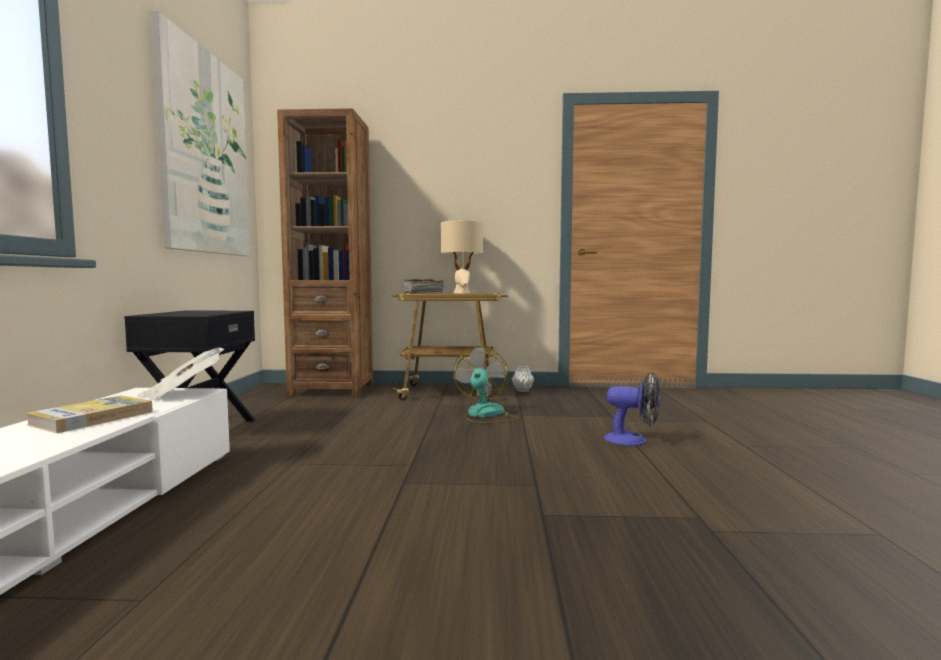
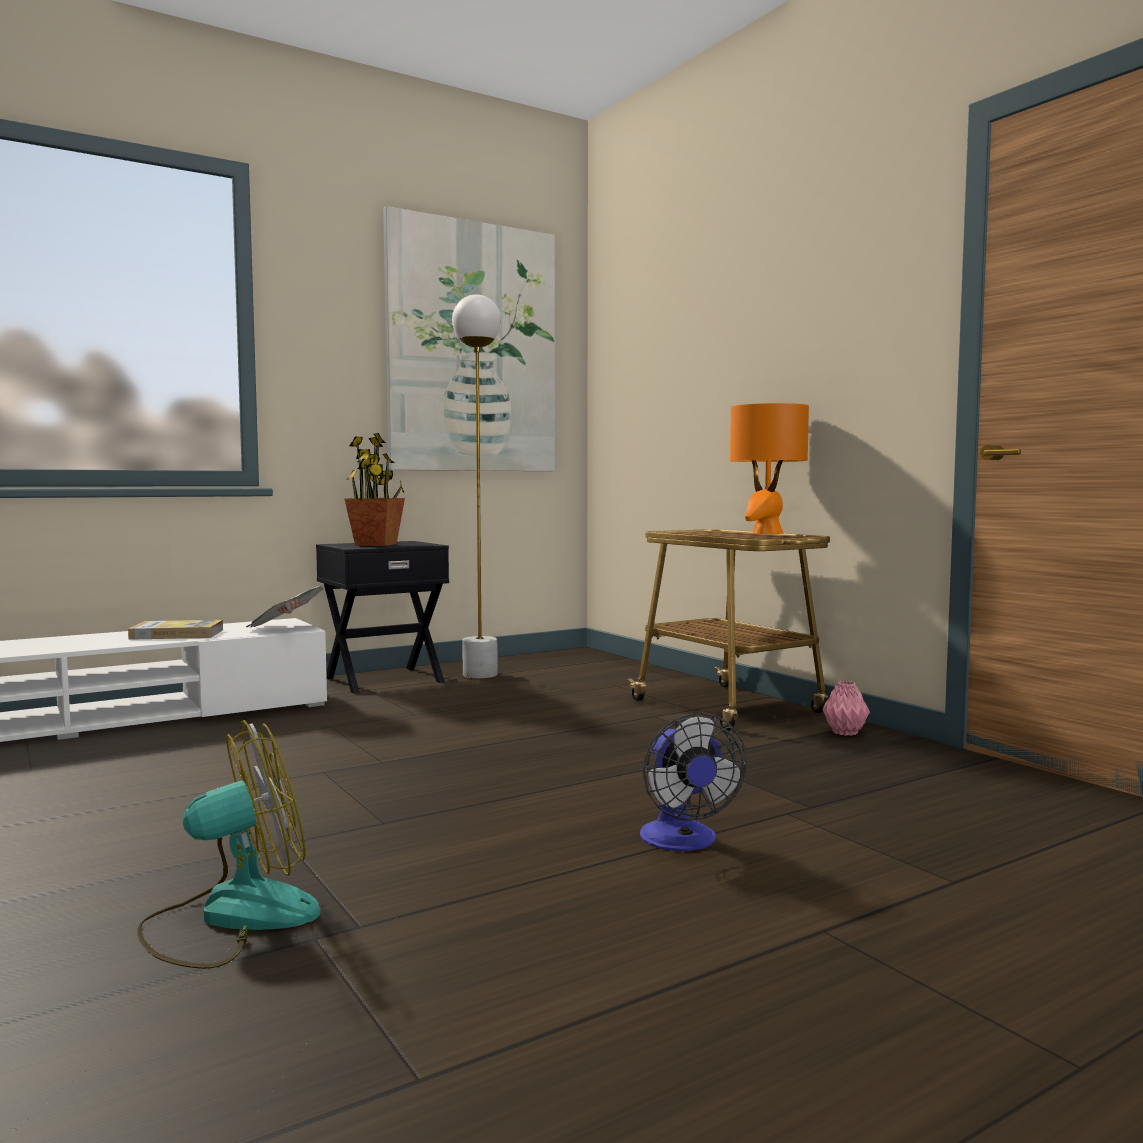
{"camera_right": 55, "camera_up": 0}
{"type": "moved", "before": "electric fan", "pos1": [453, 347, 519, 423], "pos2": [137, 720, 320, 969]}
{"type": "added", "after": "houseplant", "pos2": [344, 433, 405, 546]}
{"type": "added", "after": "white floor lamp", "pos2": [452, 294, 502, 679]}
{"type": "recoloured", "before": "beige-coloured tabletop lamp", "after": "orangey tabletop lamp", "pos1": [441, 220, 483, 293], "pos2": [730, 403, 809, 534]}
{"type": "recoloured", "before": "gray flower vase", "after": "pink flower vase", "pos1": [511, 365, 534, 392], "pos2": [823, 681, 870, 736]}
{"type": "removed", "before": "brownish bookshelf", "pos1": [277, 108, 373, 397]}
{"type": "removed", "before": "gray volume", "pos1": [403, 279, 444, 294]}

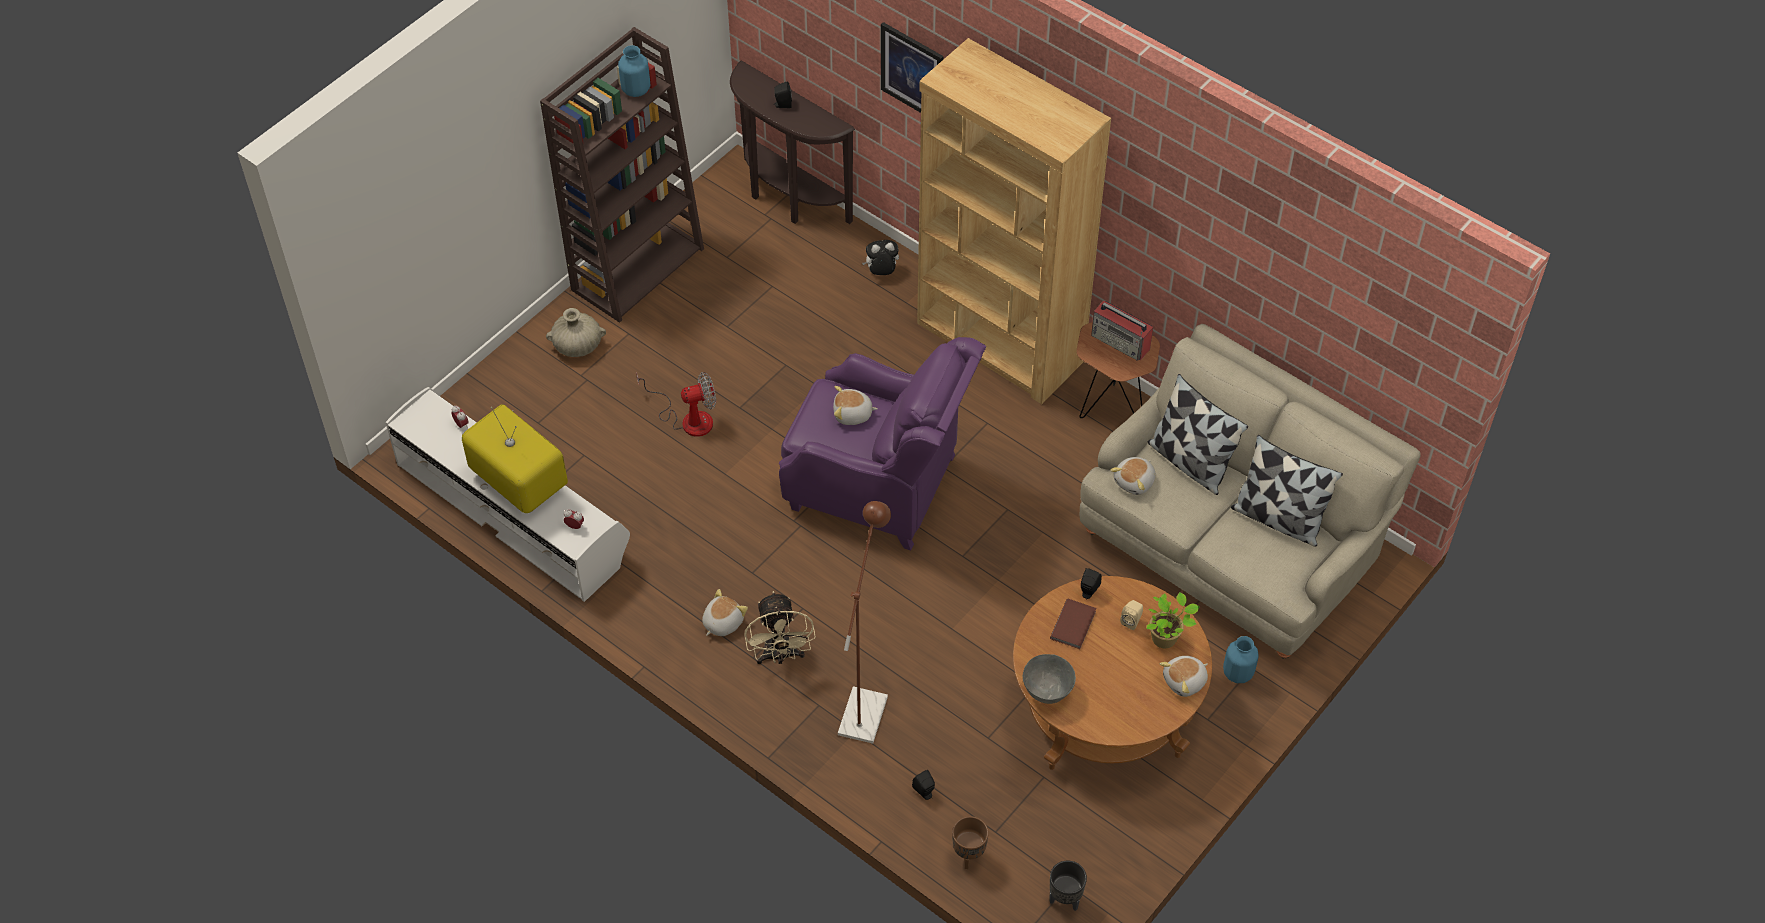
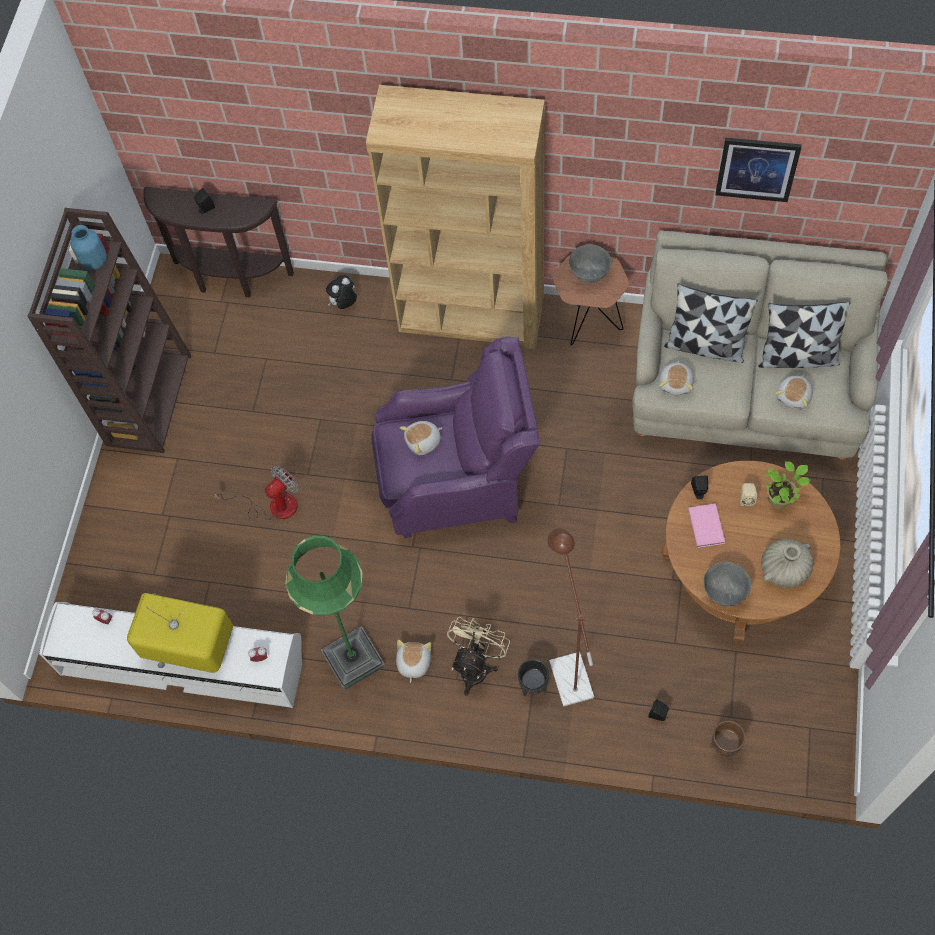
{"camera_right": -25, "camera_up": 10}
{"type": "added", "after": "green-coloured floor lamp", "pos2": [285, 536, 385, 691]}
{"type": "turned", "before": "beige-coloured electric fan", "pos1": [744, 591, 816, 664], "pos2": [447, 617, 510, 696], "turn": -120}
{"type": "moved", "before": "black-coloured flower pot", "pos1": [1049, 860, 1087, 911], "pos2": [518, 659, 549, 696]}
{"type": "replaced", "before": "radio set", "after": "gray bowl", "pos1": [1091, 300, 1153, 361], "pos2": [569, 245, 611, 283]}
{"type": "recoloured", "before": "brownish volume", "after": "pink volume", "pos1": [1050, 599, 1097, 649], "pos2": [688, 503, 725, 548]}
{"type": "moved", "before": "wall art", "pos1": [881, 22, 943, 113], "pos2": [715, 138, 802, 202]}
{"type": "moved", "before": "beige-coloured flower vase", "pos1": [546, 308, 606, 357], "pos2": [761, 539, 814, 588]}
{"type": "moved", "before": "cuddly toy", "pos1": [1160, 656, 1208, 697], "pos2": [775, 375, 813, 410]}
{"type": "removed", "before": "bluish flower vase", "pos1": [1223, 636, 1259, 683]}

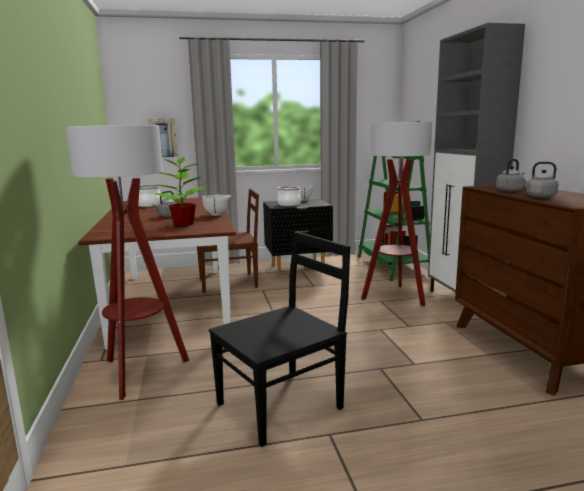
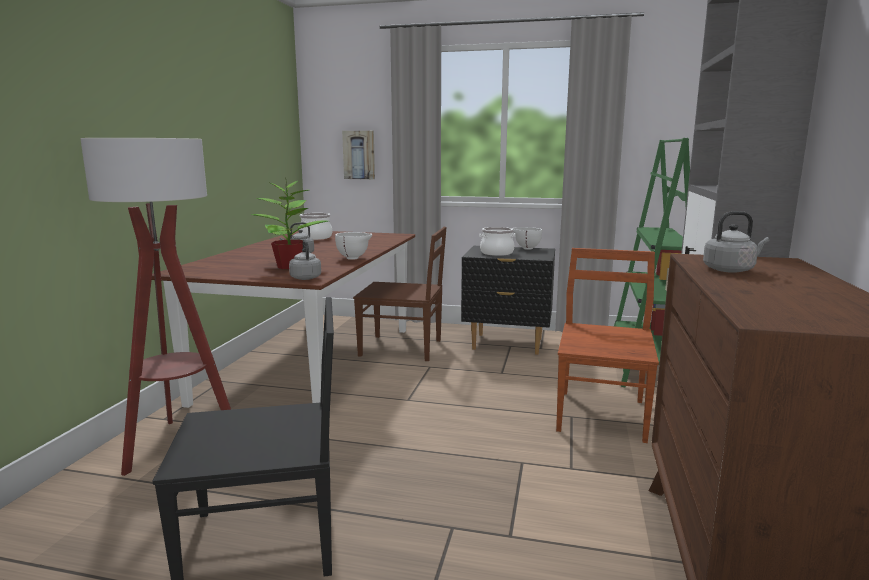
{"camera_right": 25, "camera_up": 0}
{"type": "moved", "before": "gray tea kettle", "pos1": [521, 162, 559, 198], "pos2": [289, 239, 321, 280]}
{"type": "replaced", "before": "floor lamp", "after": "brownish upright chair", "pos1": [361, 122, 432, 306], "pos2": [556, 248, 659, 443]}

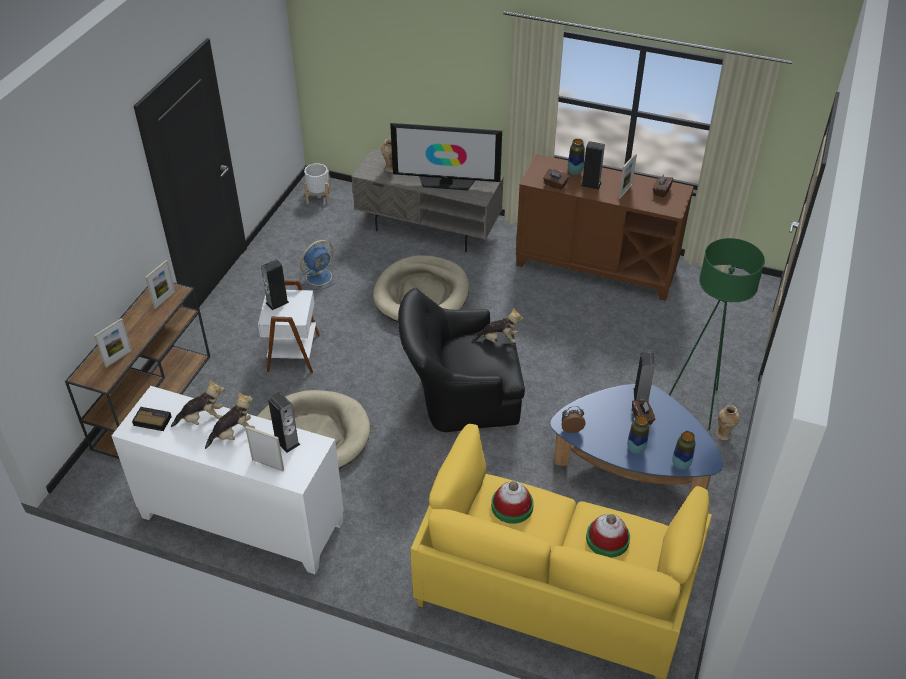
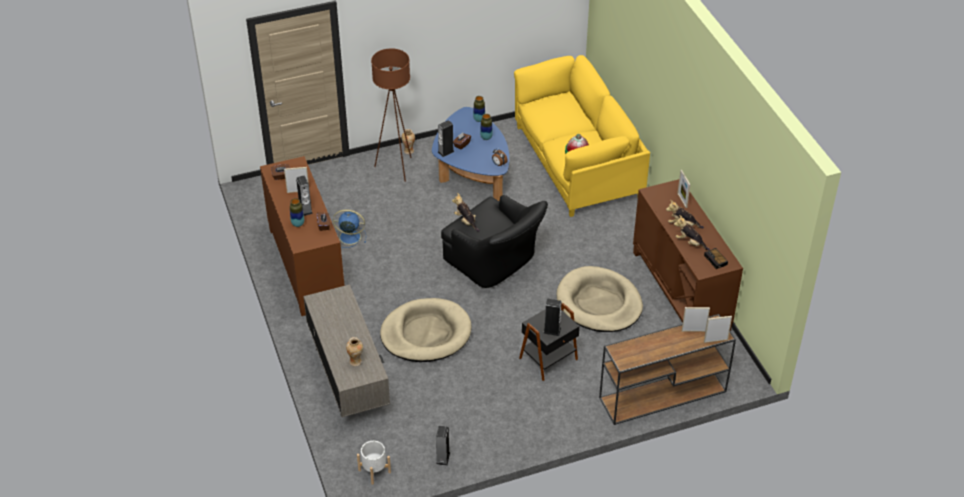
{"camera_right": -130, "camera_up": 0}
{"type": "moved", "before": "bluish electric fan", "pos1": [300, 240, 339, 290], "pos2": [333, 209, 366, 248]}
{"type": "recoloured", "before": "green-coloured floor lamp", "after": "brownish floor lamp", "pos1": [669, 238, 765, 430], "pos2": [371, 48, 412, 182]}
{"type": "moved", "before": "audio speaker", "pos1": [268, 392, 300, 453], "pos2": [436, 426, 450, 466]}
{"type": "recoloured", "before": "white side table", "after": "black-coloured side table", "pos1": [258, 280, 320, 373], "pos2": [519, 303, 580, 381]}
{"type": "recoloured", "before": "white cupboard", "after": "brownish cupboard", "pos1": [112, 386, 344, 574], "pos2": [633, 179, 743, 331]}
{"type": "moved", "before": "picture frame", "pos1": [145, 260, 175, 309], "pos2": [704, 316, 732, 343]}
{"type": "removed", "before": "TV set", "pos1": [390, 123, 502, 190]}
{"type": "removed", "before": "clothing hat", "pos1": [586, 514, 630, 558]}

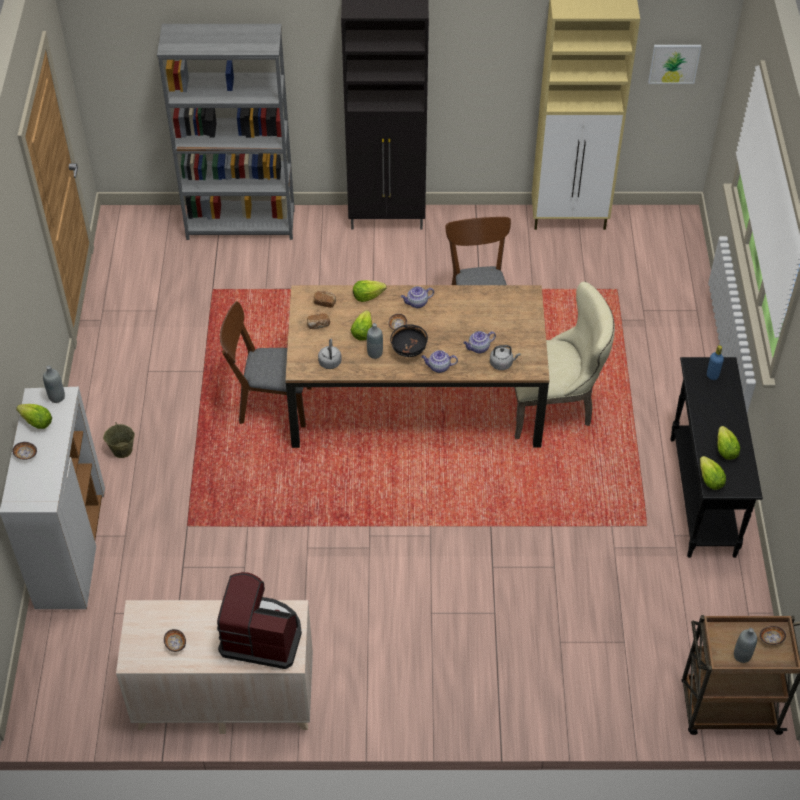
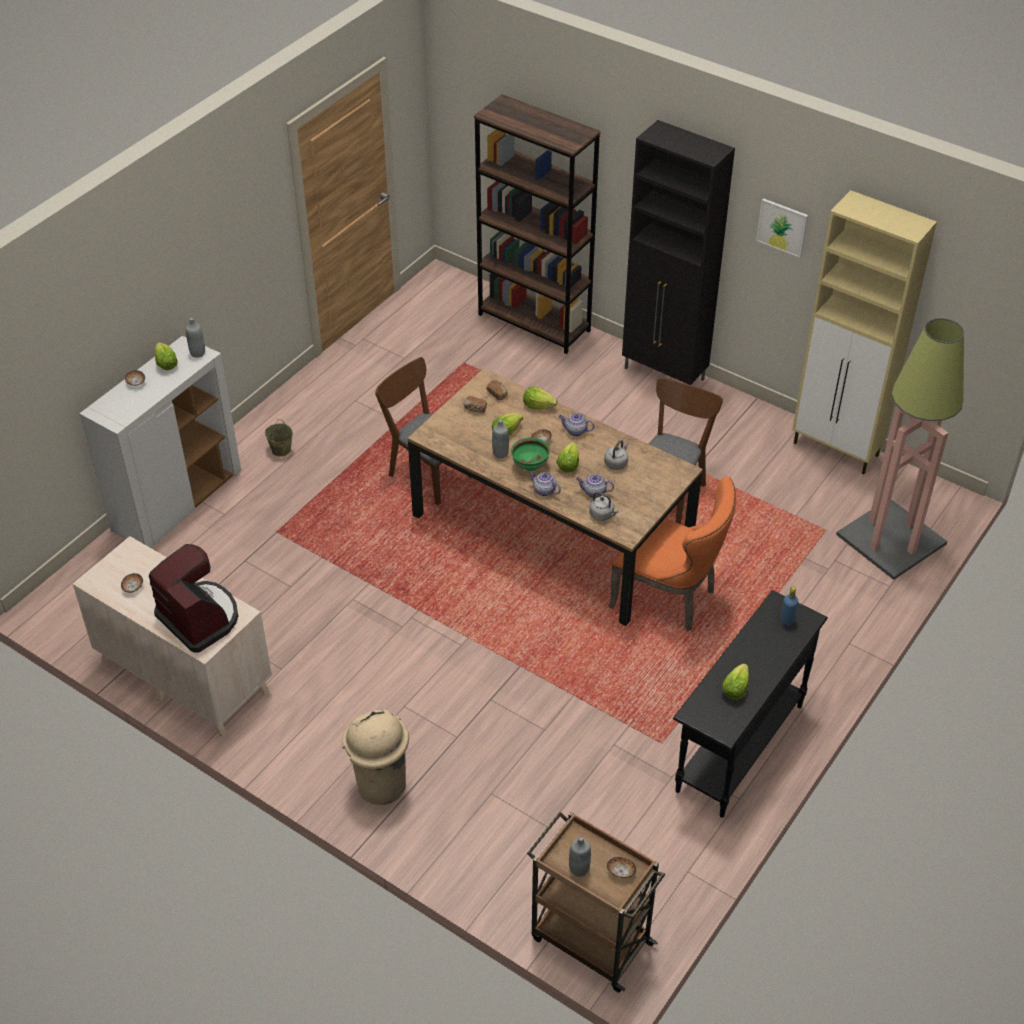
{"camera_right": 35, "camera_up": -5}
{"type": "added", "after": "beige-coloured trash can", "pos2": [342, 709, 409, 805]}
{"type": "recoloured", "before": "gray bookshelf", "after": "brownish bookshelf", "pos1": [157, 24, 295, 240], "pos2": [474, 94, 601, 354]}
{"type": "recoloured", "before": "black-coloured bowl", "after": "green-coloured bowl", "pos1": [390, 324, 428, 357], "pos2": [511, 437, 550, 471]}
{"type": "moved", "before": "head of lettuce", "pos1": [700, 456, 726, 490], "pos2": [556, 442, 579, 473]}
{"type": "moved", "before": "gray tea kettle", "pos1": [318, 338, 342, 369], "pos2": [604, 440, 629, 470]}
{"type": "recoloured", "before": "beige-coloured upright chair", "after": "orangey upright chair", "pos1": [514, 282, 615, 439], "pos2": [609, 476, 736, 631]}
{"type": "moved", "before": "wall art", "pos1": [648, 45, 701, 84], "pos2": [756, 198, 808, 258]}
{"type": "added", "after": "floor lamp", "pos2": [836, 318, 964, 580]}

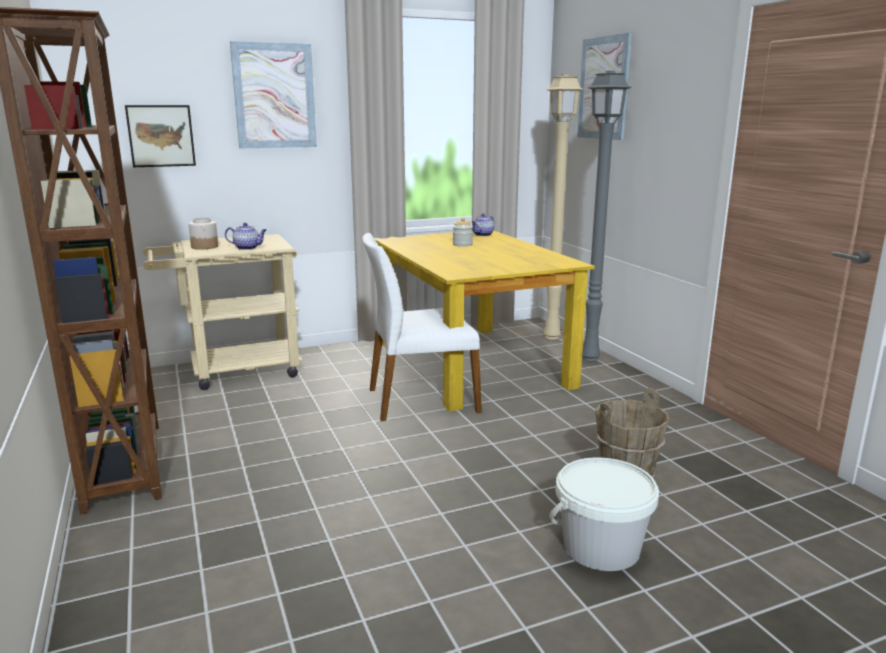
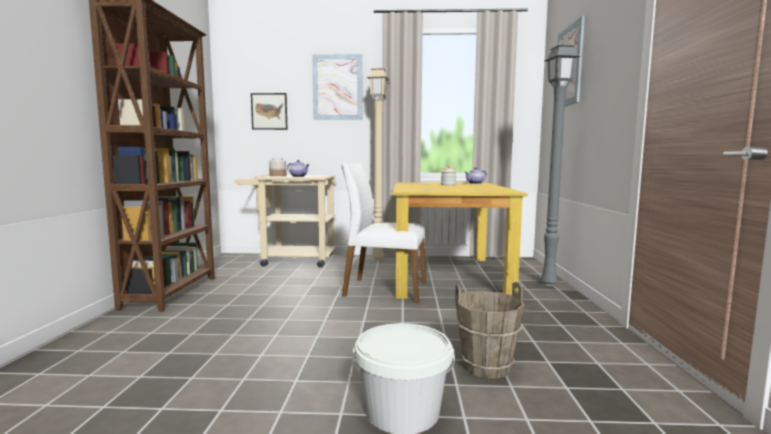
{"camera_right": 25, "camera_up": -10}
{"type": "moved", "before": "beige-coloured floor lamp", "pos1": [544, 74, 583, 340], "pos2": [367, 68, 389, 261]}

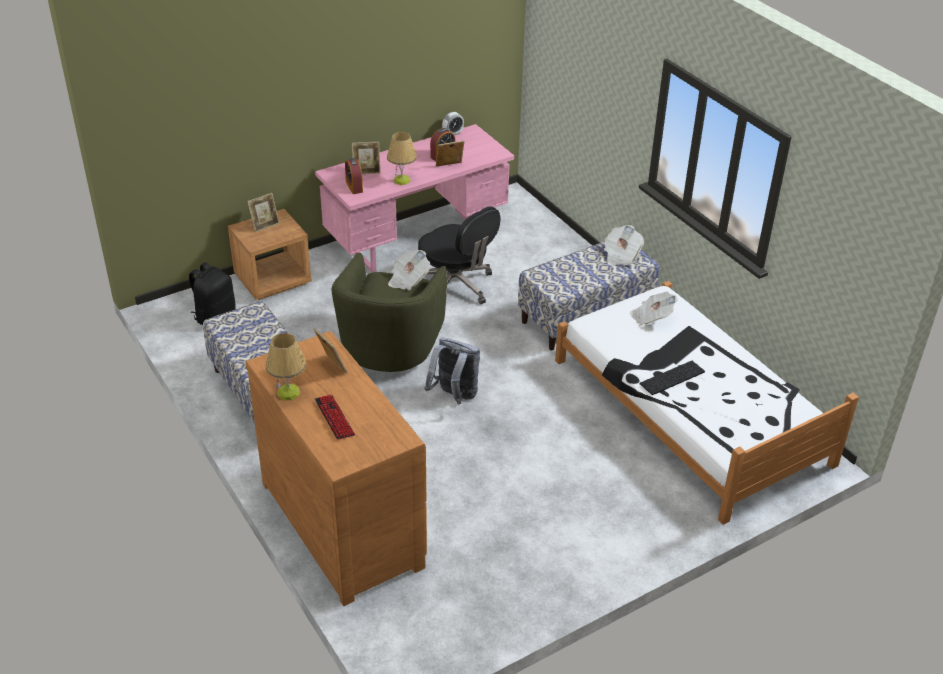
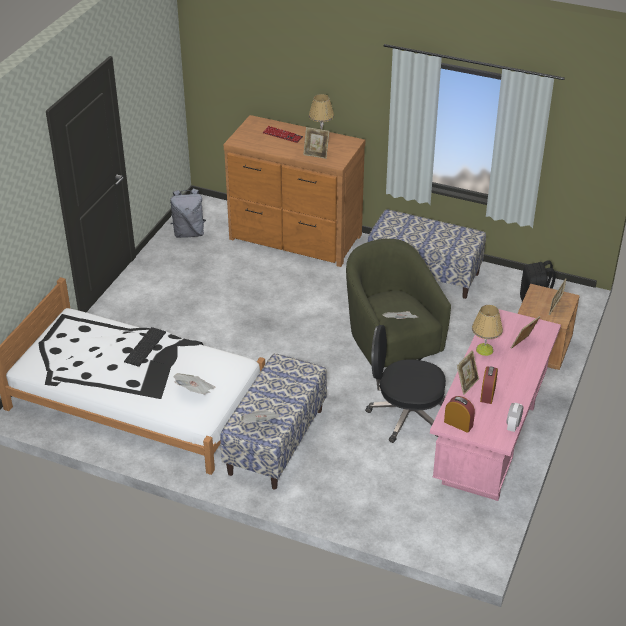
{"camera_right": 145, "camera_up": 0}
{"type": "moved", "before": "gray rucksack", "pos1": [425, 338, 480, 404], "pos2": [170, 188, 206, 238]}
{"type": "moved", "before": "table clock", "pos1": [345, 158, 363, 194], "pos2": [444, 396, 475, 433]}

